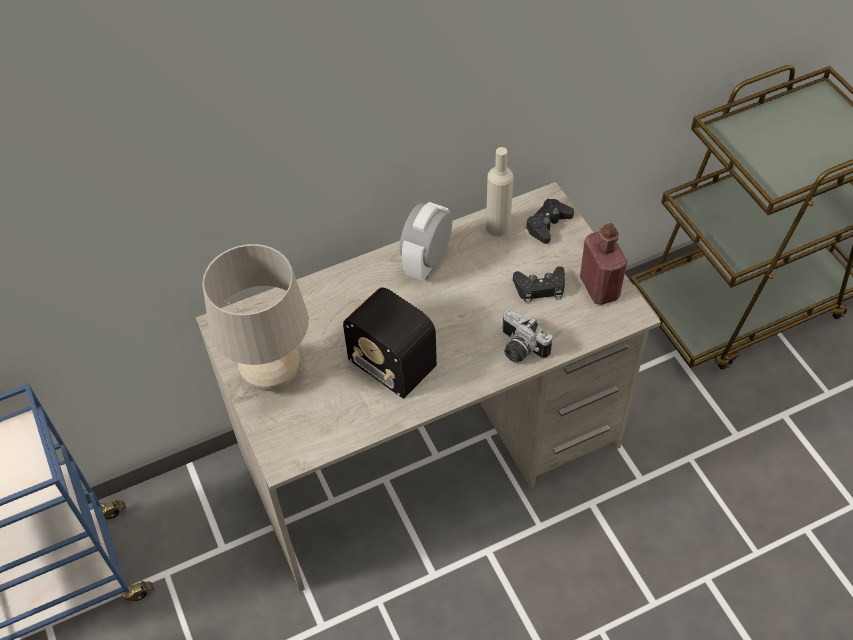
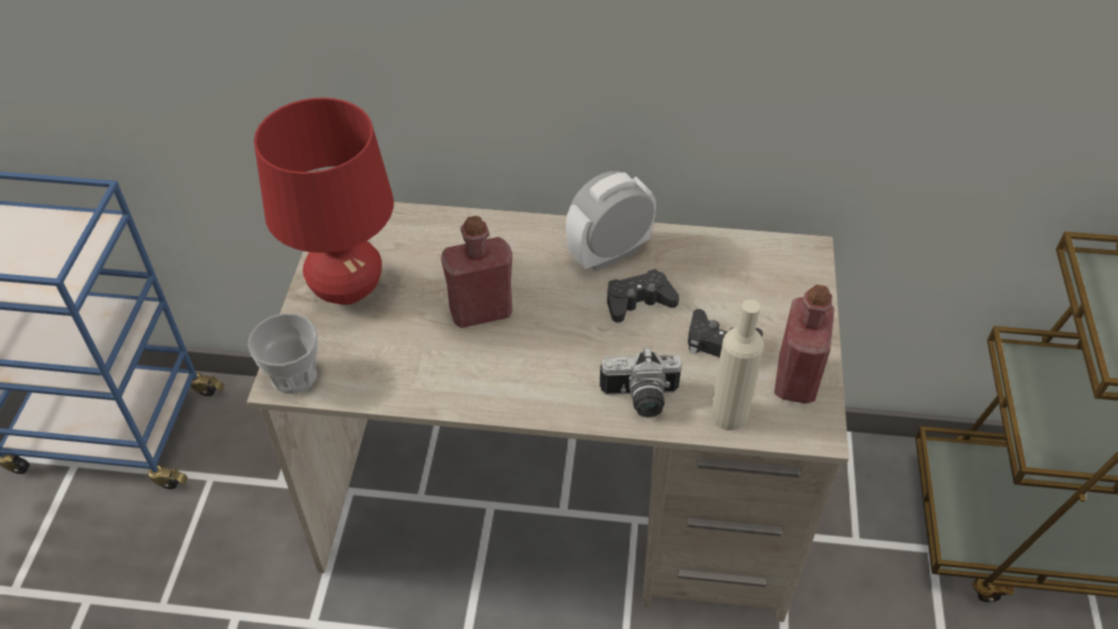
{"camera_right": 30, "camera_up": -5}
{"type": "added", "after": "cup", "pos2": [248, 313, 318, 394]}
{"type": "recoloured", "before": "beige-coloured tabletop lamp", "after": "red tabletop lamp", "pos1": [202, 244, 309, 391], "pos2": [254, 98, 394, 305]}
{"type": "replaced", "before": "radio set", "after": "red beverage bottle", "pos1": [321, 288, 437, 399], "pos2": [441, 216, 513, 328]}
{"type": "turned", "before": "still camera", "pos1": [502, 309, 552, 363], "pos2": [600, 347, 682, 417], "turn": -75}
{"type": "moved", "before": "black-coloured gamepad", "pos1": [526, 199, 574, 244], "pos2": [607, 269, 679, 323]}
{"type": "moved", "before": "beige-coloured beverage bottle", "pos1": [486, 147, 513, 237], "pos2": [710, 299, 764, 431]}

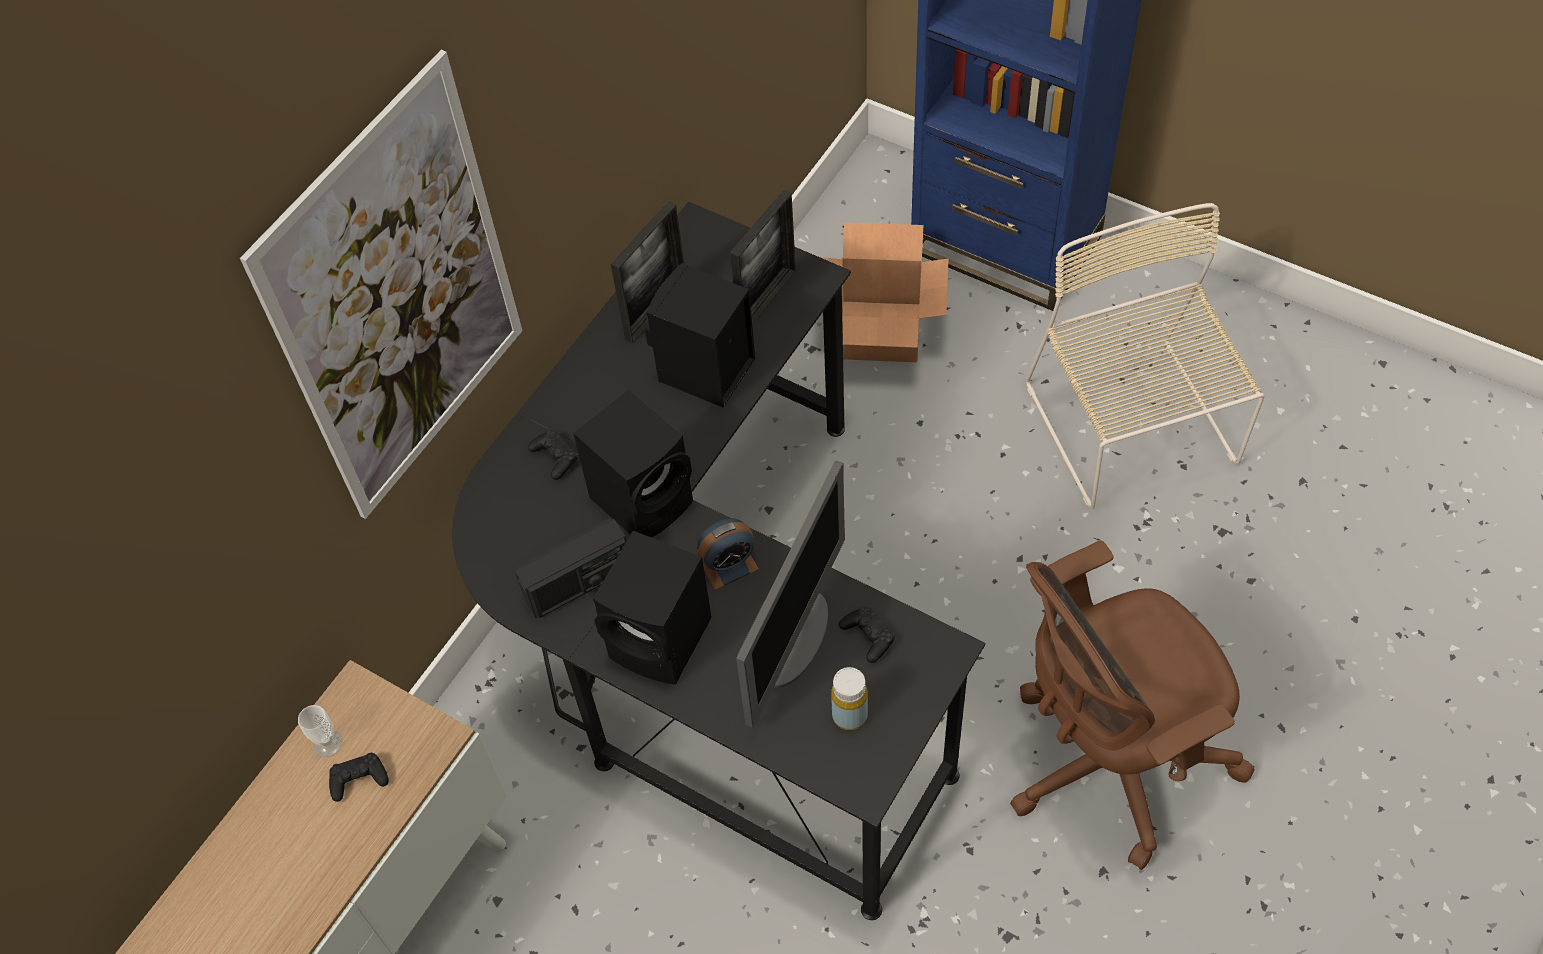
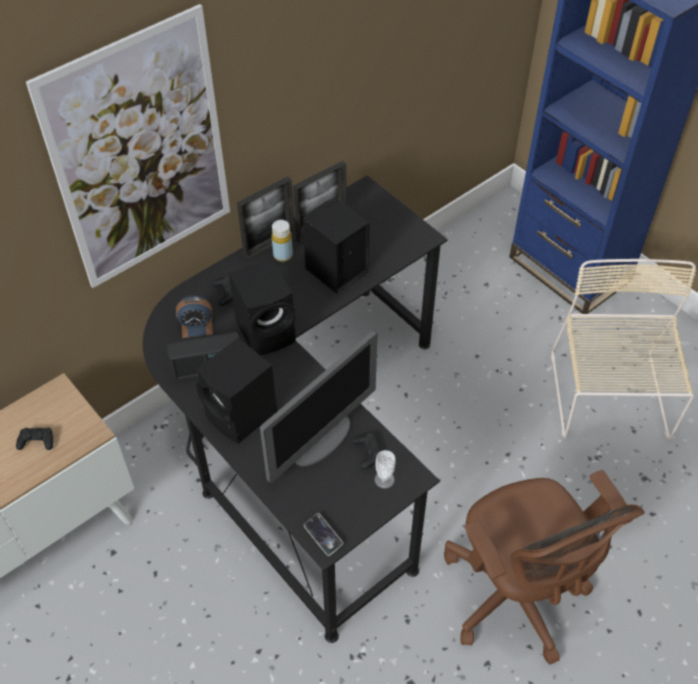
{"camera_right": 15, "camera_up": -5}
{"type": "moved", "before": "table clock", "pos1": [697, 518, 759, 590], "pos2": [176, 295, 213, 338]}
{"type": "moved", "before": "picture frame", "pos1": [730, 189, 796, 325], "pos2": [237, 176, 295, 260]}
{"type": "moved", "before": "yellowish beverage bottle", "pos1": [831, 667, 868, 730], "pos2": [272, 220, 293, 262]}
{"type": "added", "after": "phone", "pos2": [304, 513, 343, 556]}
{"type": "moved", "before": "cup", "pos1": [298, 705, 343, 757], "pos2": [375, 450, 395, 489]}
{"type": "turned", "before": "brownish office chair", "pos1": [1010, 540, 1255, 870], "pos2": [444, 470, 645, 665], "turn": -105}
{"type": "removed", "before": "carton", "pos1": [820, 222, 949, 362]}

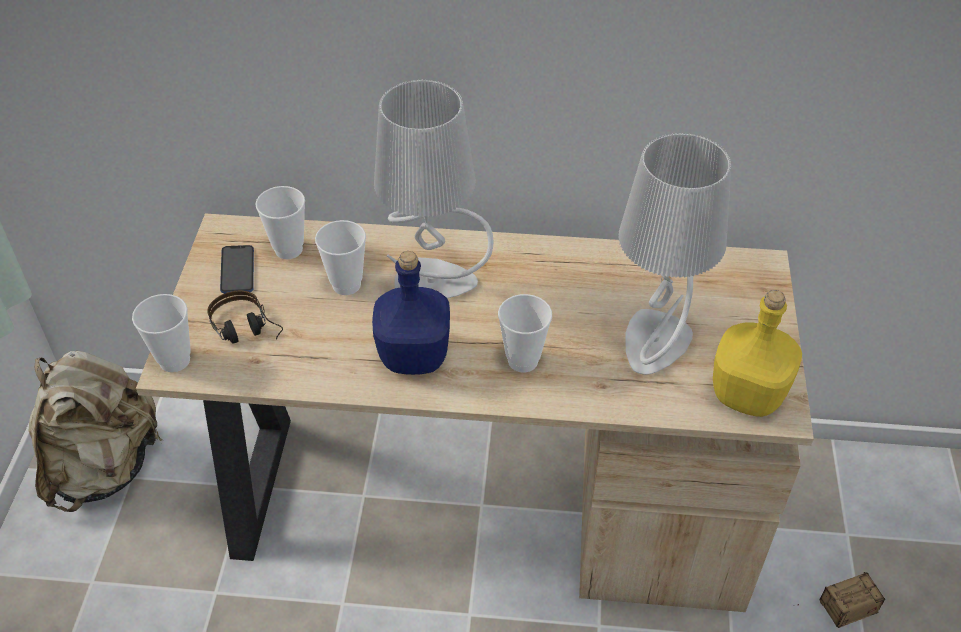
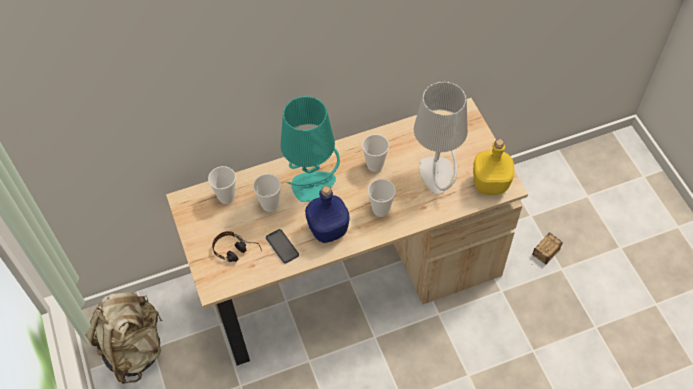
{"camera_right": -25, "camera_up": 10}
{"type": "moved", "before": "phone", "pos1": [220, 245, 254, 294], "pos2": [266, 229, 299, 264]}
{"type": "recoloured", "before": "gray tabletop lamp", "after": "turquoise tabletop lamp", "pos1": [374, 80, 493, 298], "pos2": [281, 96, 340, 202]}
{"type": "moved", "before": "cup", "pos1": [132, 294, 191, 372], "pos2": [362, 134, 389, 172]}

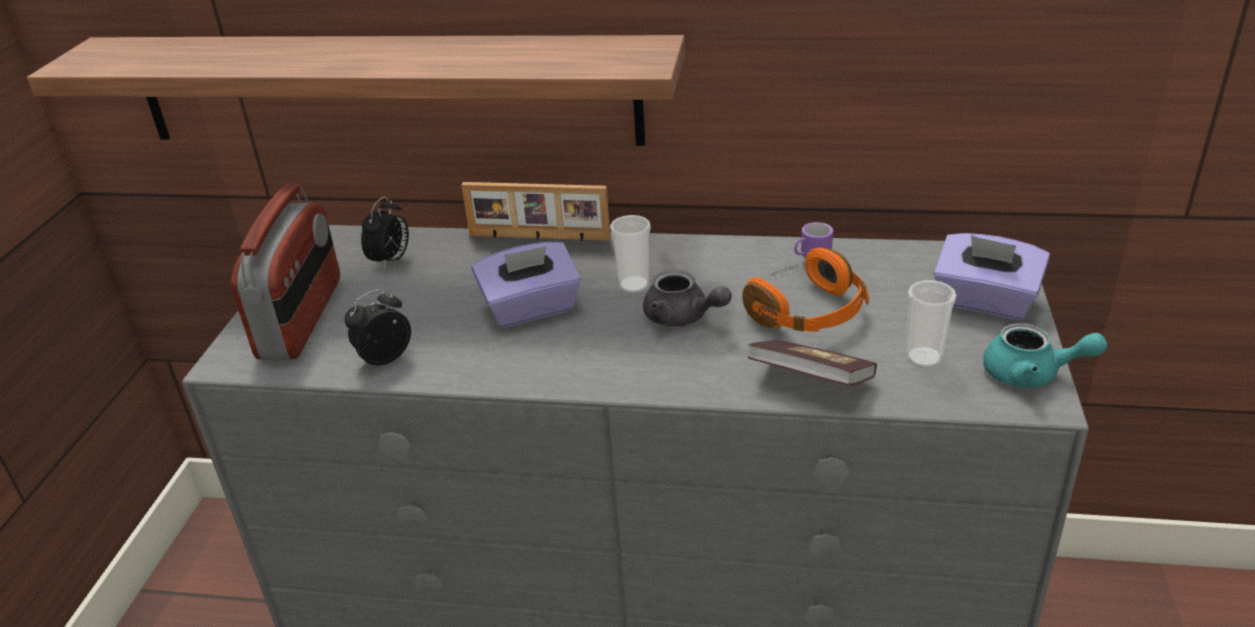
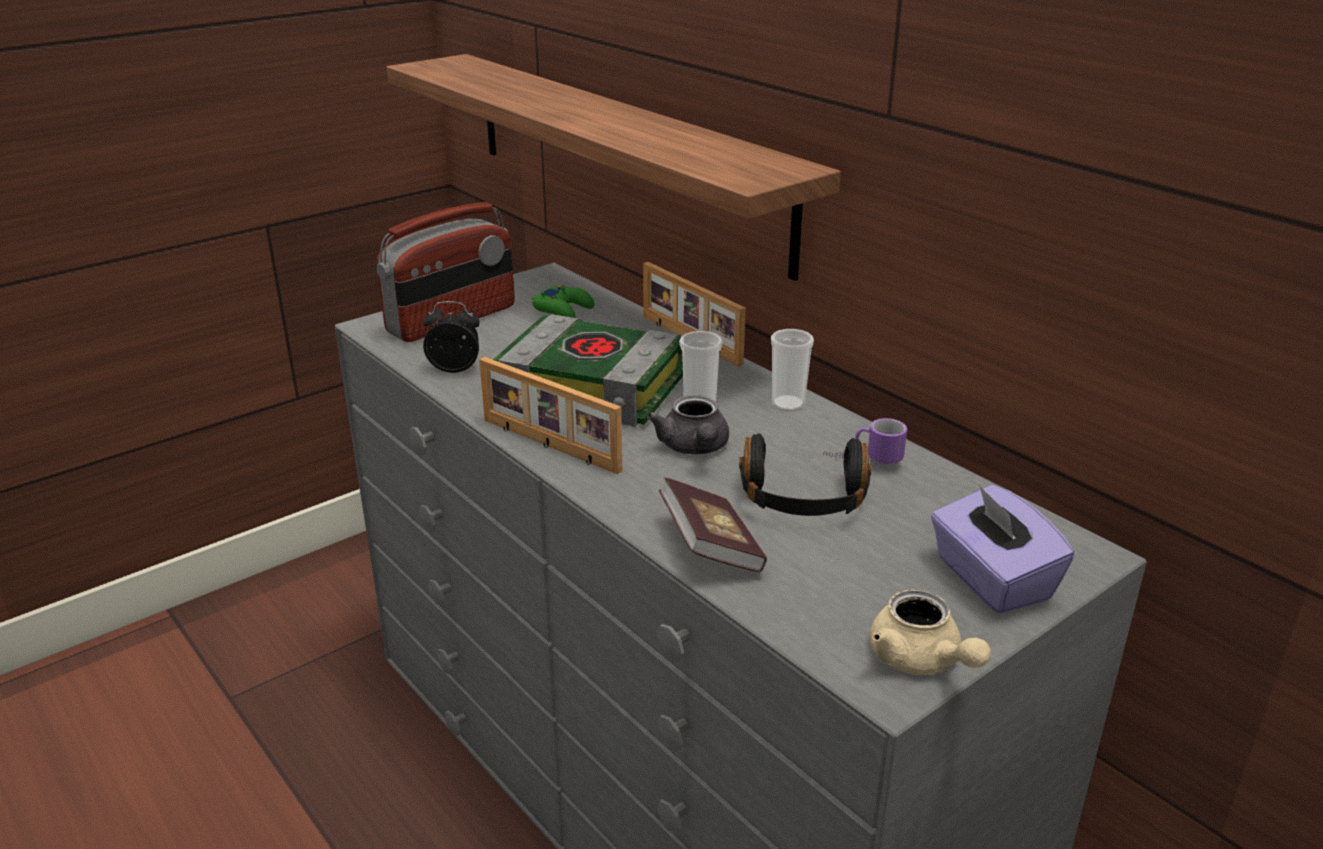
{"camera_right": 40, "camera_up": -5}
{"type": "added", "after": "picture frame", "pos2": [479, 357, 622, 474]}
{"type": "replaced", "before": "purple box of tissues", "after": "volume", "pos1": [472, 242, 581, 328], "pos2": [493, 314, 683, 427]}
{"type": "replaced", "before": "table clock", "after": "green-coloured gamepad", "pos1": [361, 196, 409, 270], "pos2": [532, 286, 594, 318]}
{"type": "recoloured", "before": "orangey pair of headphones", "after": "black-coloured pair of headphones", "pos1": [742, 248, 869, 332], "pos2": [739, 433, 871, 516]}
{"type": "moved", "before": "cup", "pos1": [906, 280, 957, 368], "pos2": [771, 329, 814, 412]}
{"type": "recoloured", "before": "turquoise teapot", "after": "beige-coloured teapot", "pos1": [983, 323, 1107, 388], "pos2": [869, 590, 991, 675]}

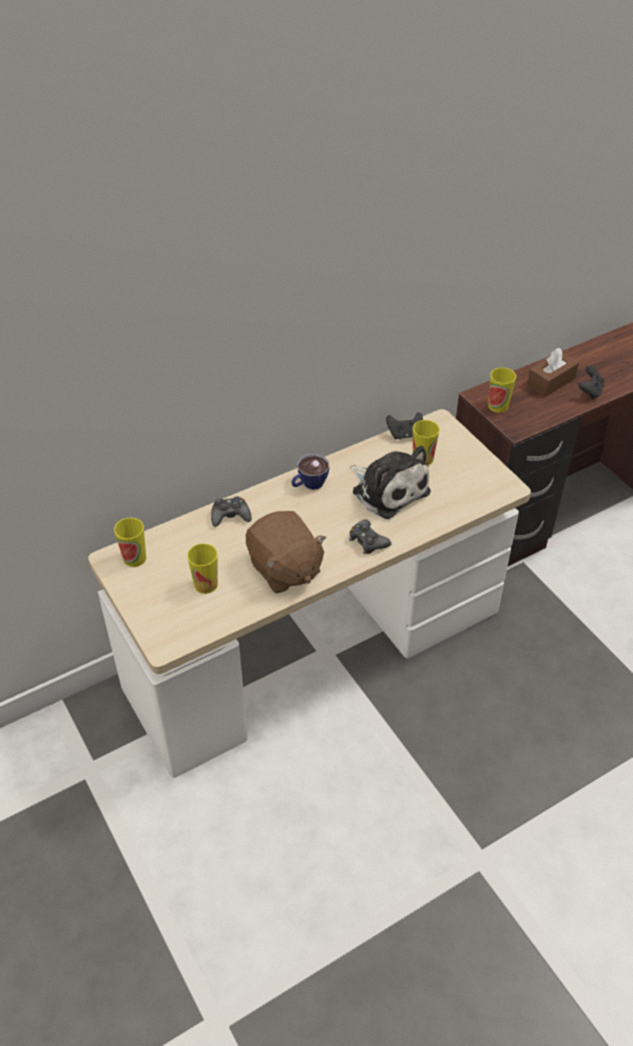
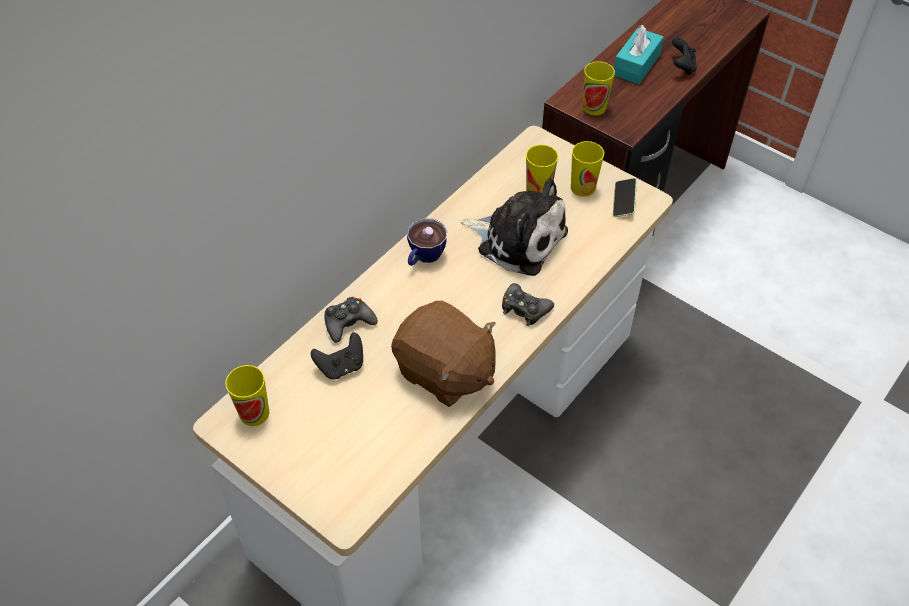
{"camera_right": -20, "camera_up": 5}
{"type": "moved", "before": "black-coloured gamepad", "pos1": [386, 412, 423, 439], "pos2": [311, 332, 363, 380]}
{"type": "moved", "before": "cup", "pos1": [187, 543, 218, 594], "pos2": [571, 141, 604, 197]}
{"type": "added", "after": "phone", "pos2": [613, 178, 637, 217]}
{"type": "recoloured", "before": "brownish box of tissues", "after": "turquoise box of tissues", "pos1": [527, 348, 579, 397], "pos2": [614, 25, 664, 84]}

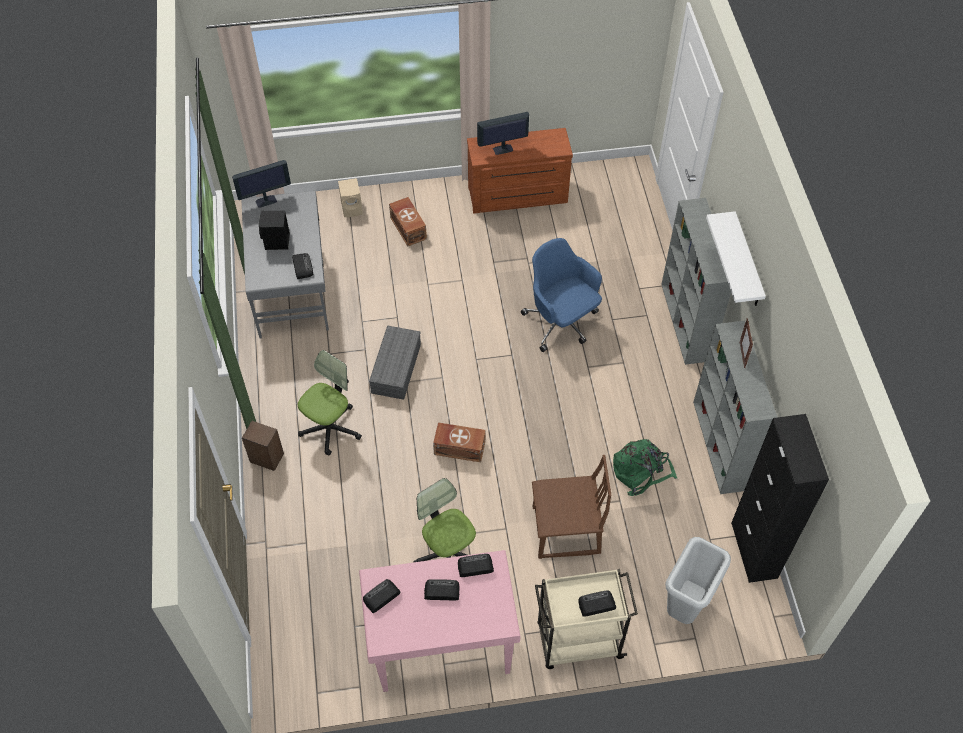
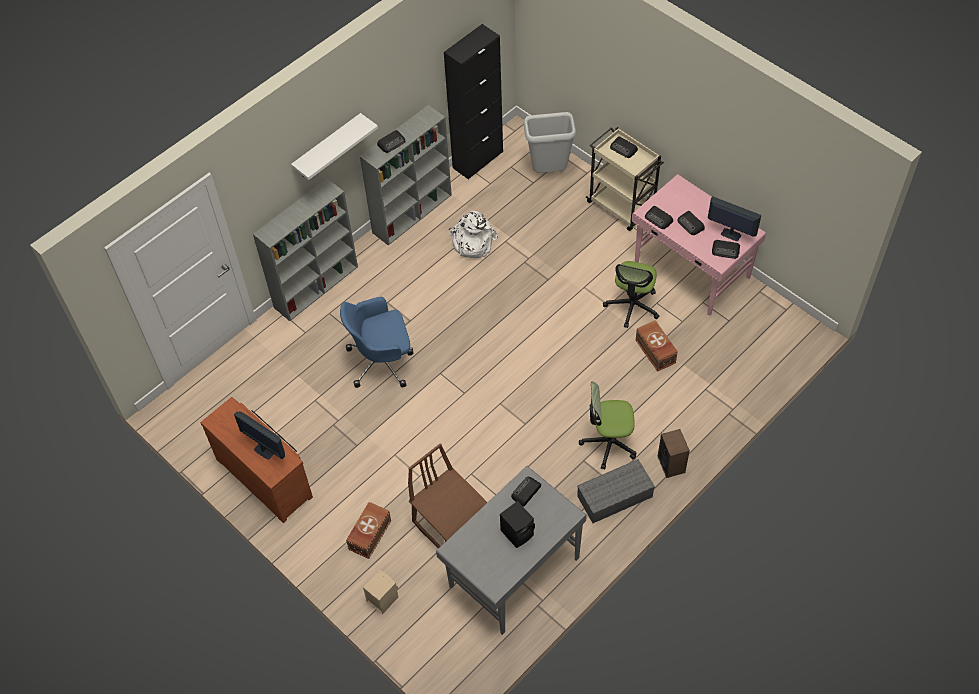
{"camera_right": -125, "camera_up": 0}
{"type": "turned", "before": "bluish office chair", "pos1": [521, 238, 602, 352], "pos2": [340, 297, 413, 388], "turn": 60}
{"type": "replaced", "before": "picture frame", "after": "radio set", "pos1": [740, 318, 753, 368], "pos2": [377, 130, 405, 153]}
{"type": "moved", "before": "brownish upright chair", "pos1": [532, 455, 612, 559], "pos2": [408, 443, 487, 549]}
{"type": "recoloured", "before": "green-coloured rucksack", "after": "white rucksack", "pos1": [613, 439, 677, 496], "pos2": [449, 211, 498, 258]}
{"type": "moved", "before": "gray storage box", "pos1": [369, 325, 421, 400], "pos2": [577, 459, 655, 523]}
{"type": "moved", "before": "brownish storage box", "pos1": [433, 422, 485, 462], "pos2": [636, 320, 678, 372]}
{"type": "moved", "before": "monitor", "pos1": [232, 160, 291, 208], "pos2": [708, 196, 761, 241]}

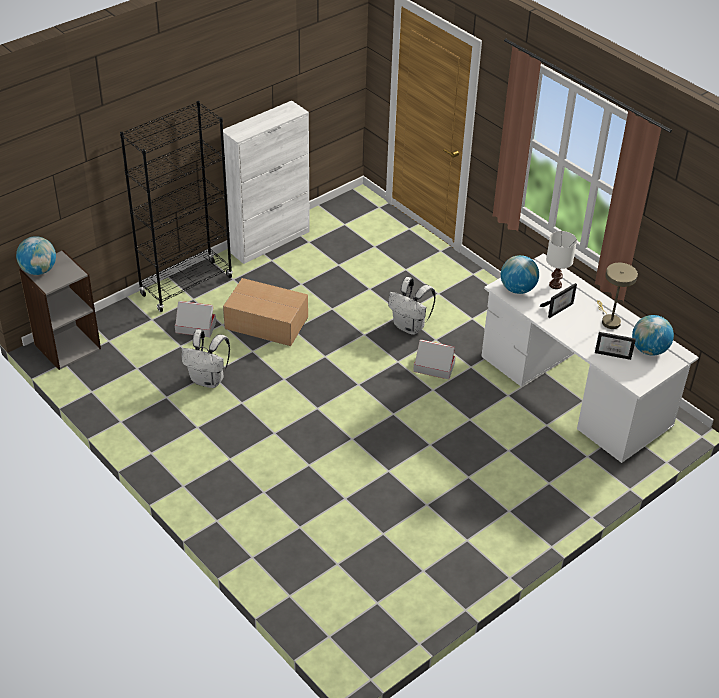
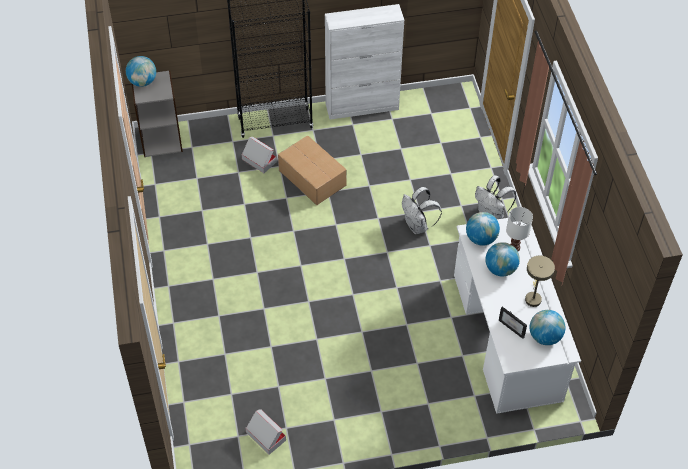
{"camera_right": 30, "camera_up": 10}
{"type": "moved", "before": "carton", "pos1": [413, 340, 456, 380], "pos2": [246, 409, 286, 455]}
{"type": "moved", "before": "white rucksack", "pos1": [182, 330, 230, 388], "pos2": [475, 175, 516, 219]}
{"type": "replaced", "before": "picture frame", "after": "desk globe", "pos1": [539, 283, 577, 318], "pos2": [485, 242, 520, 277]}

